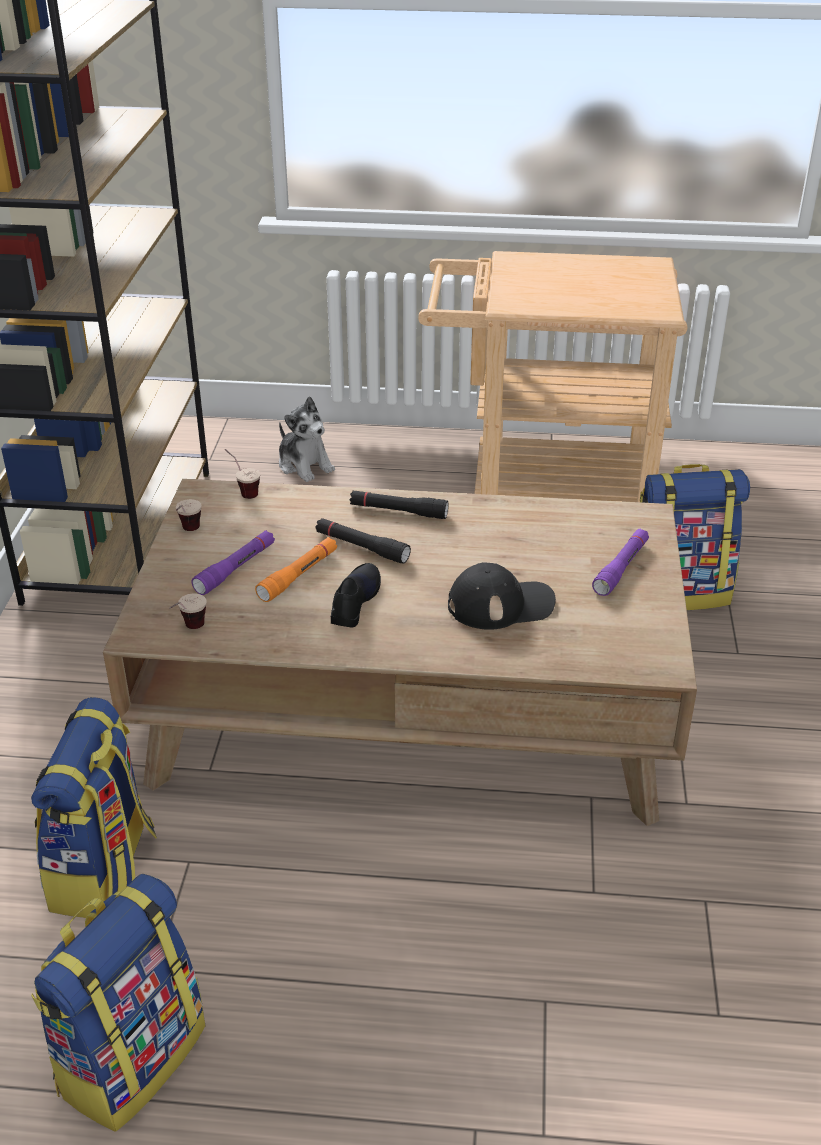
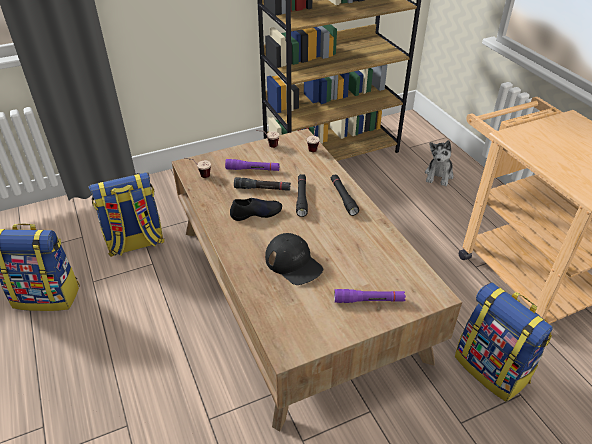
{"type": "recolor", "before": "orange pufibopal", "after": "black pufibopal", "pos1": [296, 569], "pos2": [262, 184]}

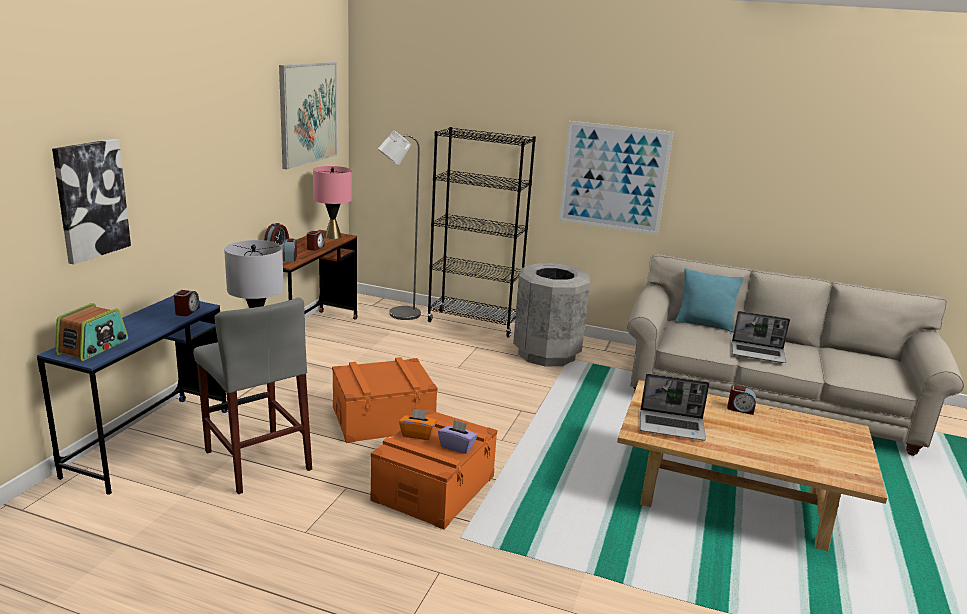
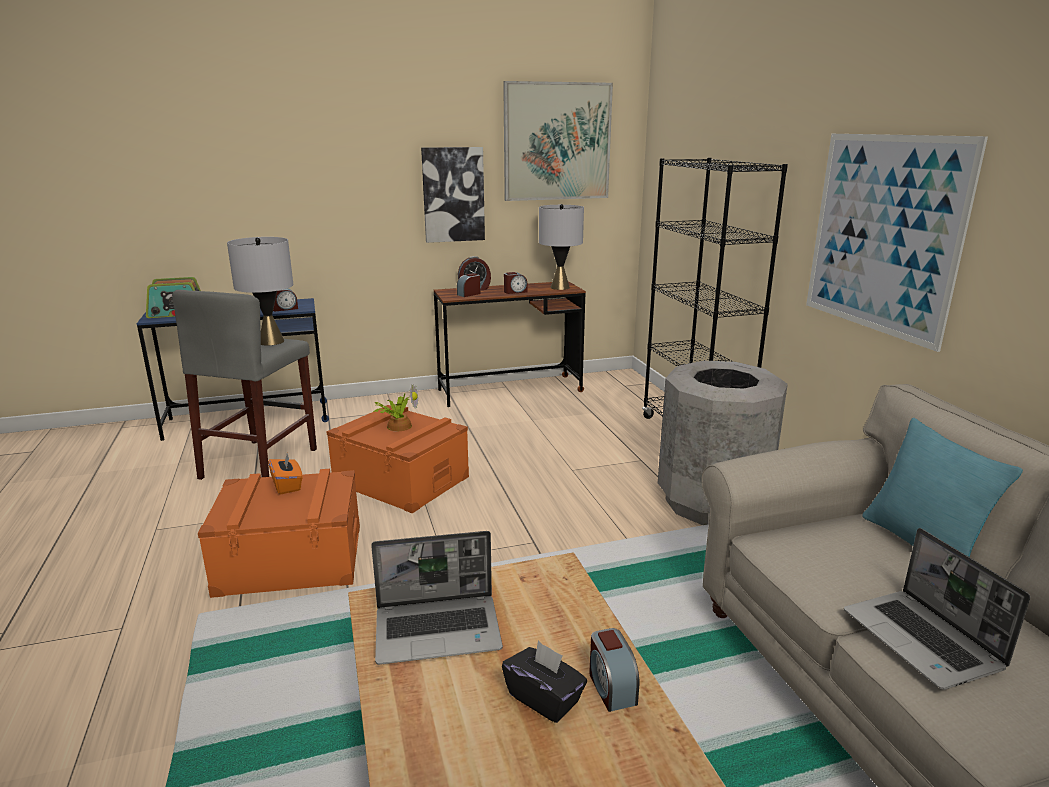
{"type": "delete", "before": "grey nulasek", "pos1": [399, 225]}
{"type": "move", "before": "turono", "pos1": [91, 201], "pos2": [453, 195]}
{"type": "recolor", "before": "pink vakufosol", "after": "grey vakufosol", "pos1": [332, 202], "pos2": [561, 247]}
{"type": "rotate", "before": "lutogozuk", "pos1": [674, 407], "pos2": [437, 598], "turn": -75}
{"type": "delete", "before": "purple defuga", "pos1": [458, 437]}
{"type": "insert", "after": "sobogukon", "pos2": [396, 407]}
{"type": "insert", "after": "black defuga", "pos2": [544, 681]}

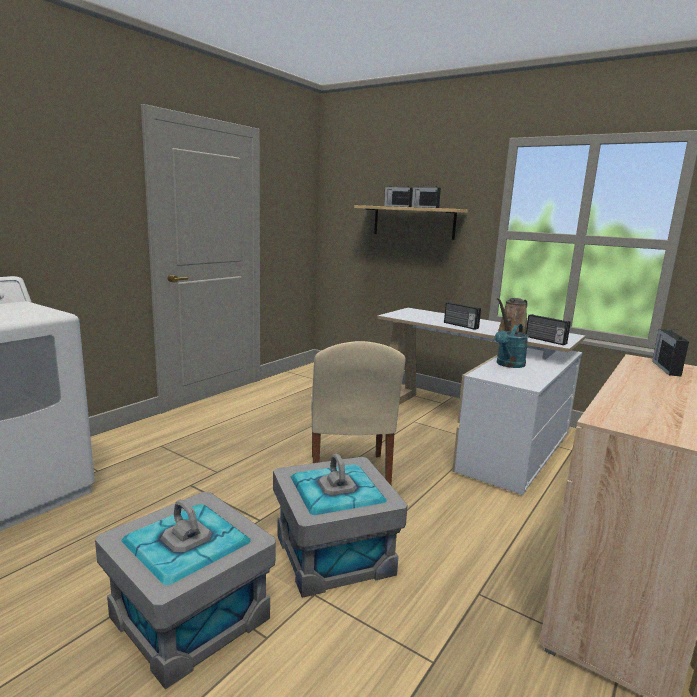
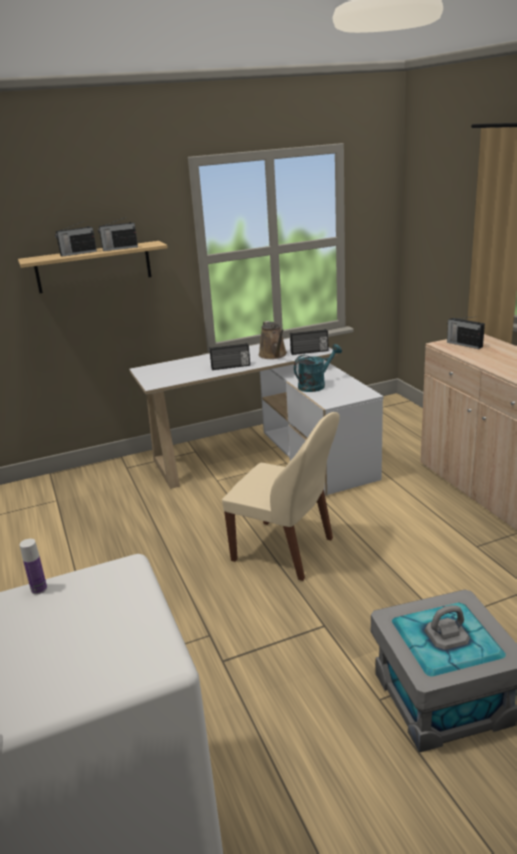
{"type": "rotate", "before": "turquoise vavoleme", "pos1": [512, 346], "pos2": [318, 368], "turn": -105}
{"type": "delete", "before": "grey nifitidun", "pos1": [340, 525]}
{"type": "insert", "after": "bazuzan", "pos2": [33, 567]}

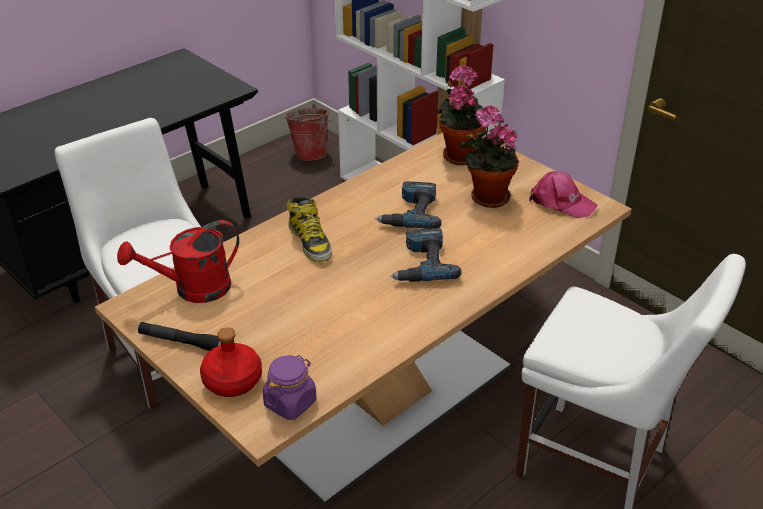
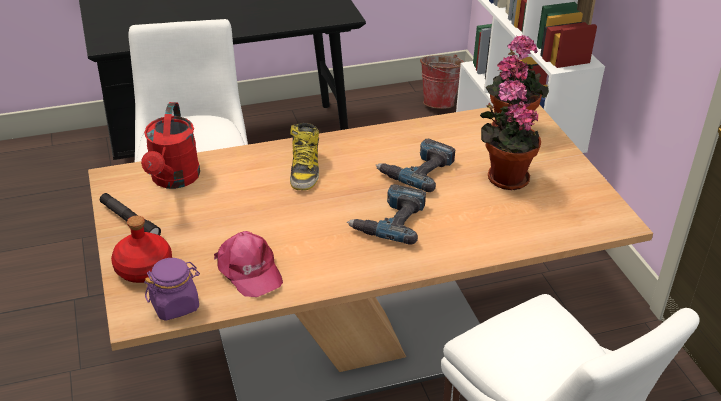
{"type": "move", "before": "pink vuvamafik", "pos1": [563, 195], "pos2": [248, 264]}
{"type": "rotate", "before": "red vavoleme", "pos1": [178, 261], "pos2": [170, 145], "turn": -90}

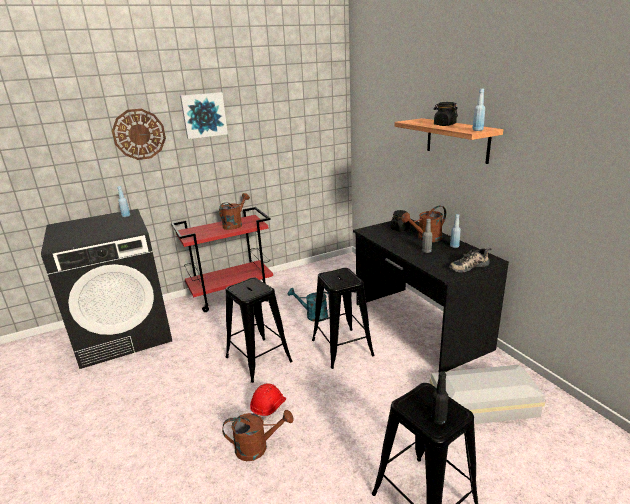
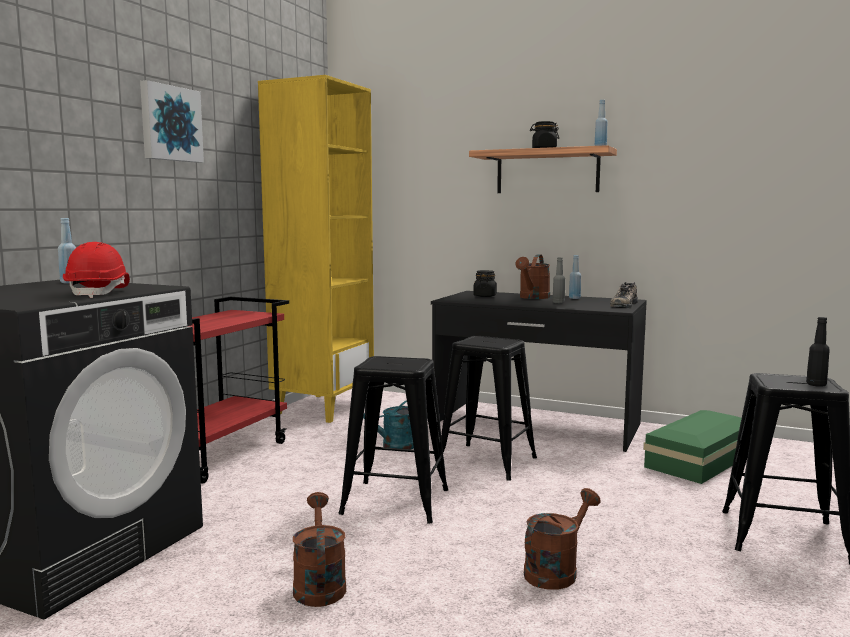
{"type": "delete", "before": "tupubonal", "pos1": [139, 134]}
{"type": "move", "before": "brown vavoleme", "pos1": [234, 211], "pos2": [319, 549]}
{"type": "recolor", "before": "white nifitidun", "after": "green nifitidun", "pos1": [487, 394], "pos2": [692, 447]}
{"type": "move", "before": "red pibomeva", "pos1": [268, 402], "pos2": [96, 270]}
{"type": "insert", "after": "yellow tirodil", "pos2": [316, 249]}

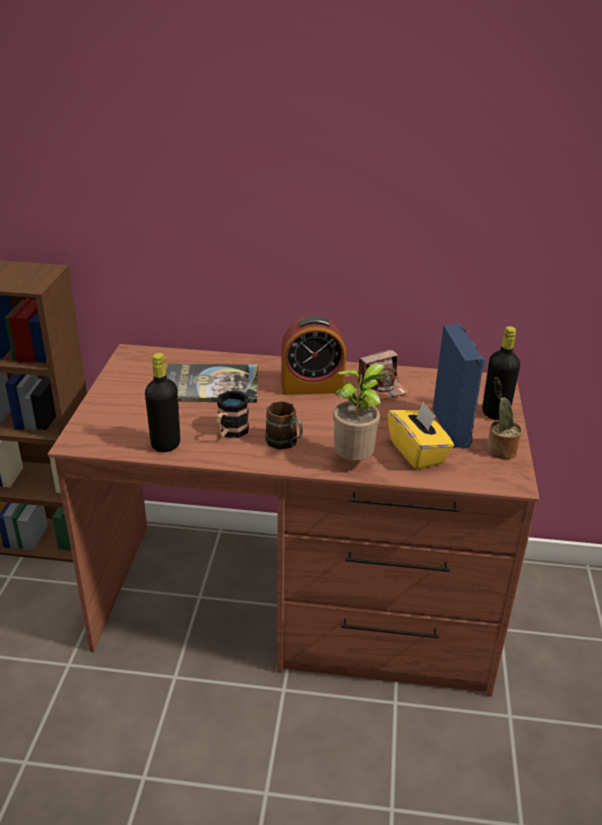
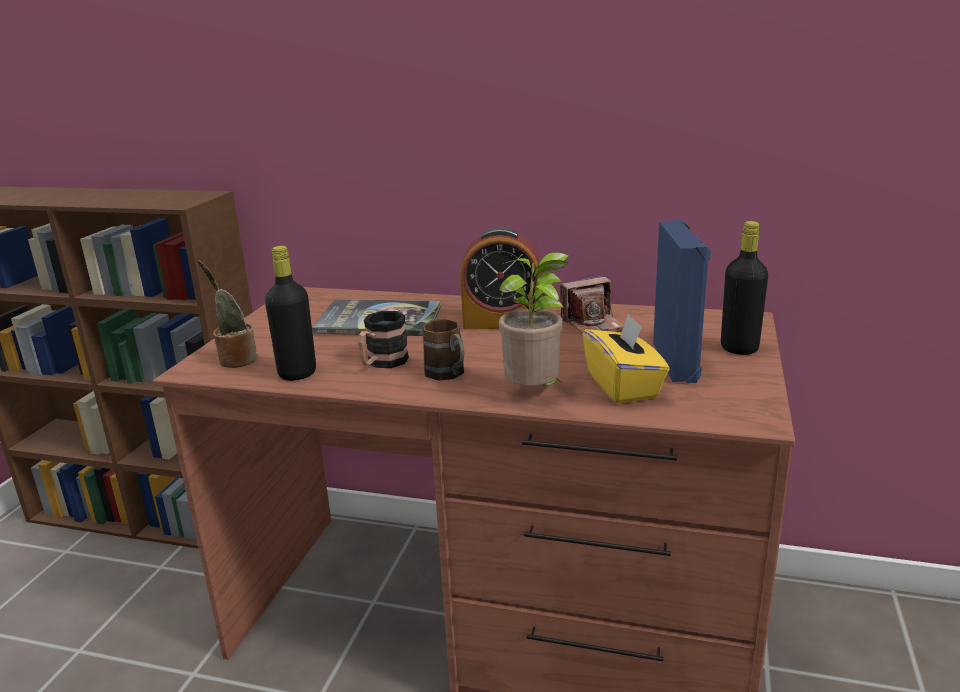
{"type": "move", "before": "sobogukon", "pos1": [504, 418], "pos2": [227, 314]}

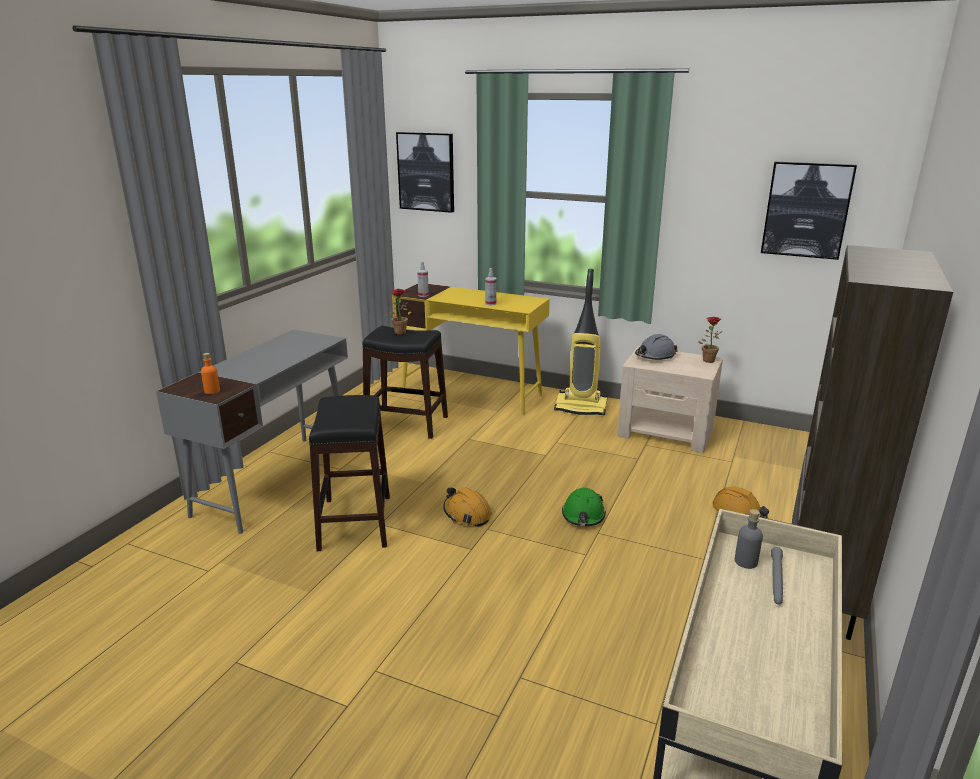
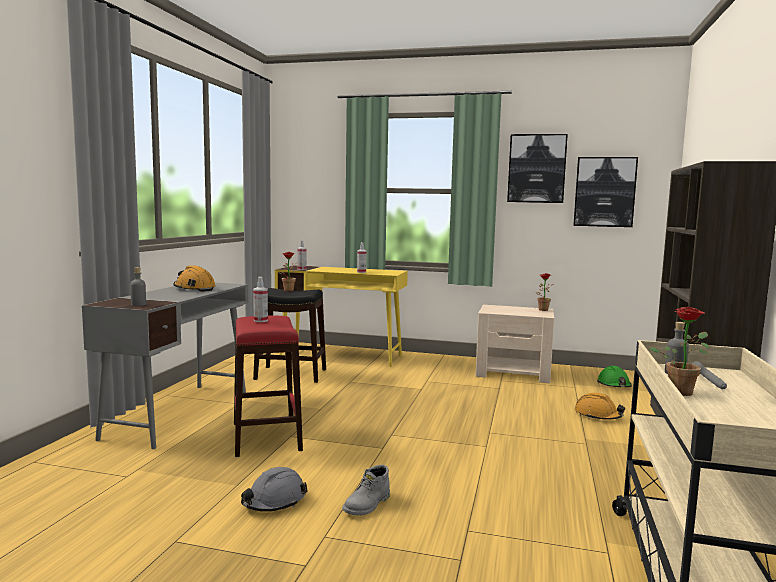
{"type": "move", "before": "turono", "pos1": [425, 172], "pos2": [537, 168]}
{"type": "delete", "before": "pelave", "pos1": [580, 342]}
{"type": "move", "before": "grey pibomeva", "pos1": [656, 347], "pos2": [274, 489]}
{"type": "recolor", "before": "orange bazuzan", "after": "grey bazuzan", "pos1": [210, 373], "pos2": [138, 286]}
{"type": "recolor", "before": "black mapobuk", "after": "red mapobuk", "pos1": [349, 473], "pos2": [268, 386]}
{"type": "move", "before": "orange pibomeva", "pos1": [467, 507], "pos2": [194, 278]}
{"type": "move", "before": "green pibomeva", "pos1": [584, 507], "pos2": [614, 376]}
{"type": "insert", "after": "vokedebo", "pos2": [260, 299]}
{"type": "insert", "after": "sobogukon", "pos2": [679, 351]}
{"type": "insert", "after": "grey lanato", "pos2": [366, 490]}

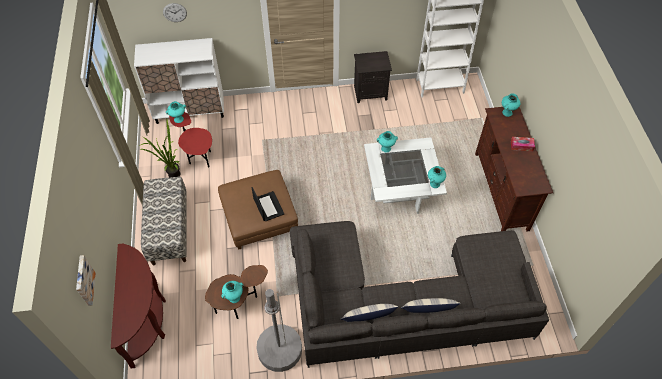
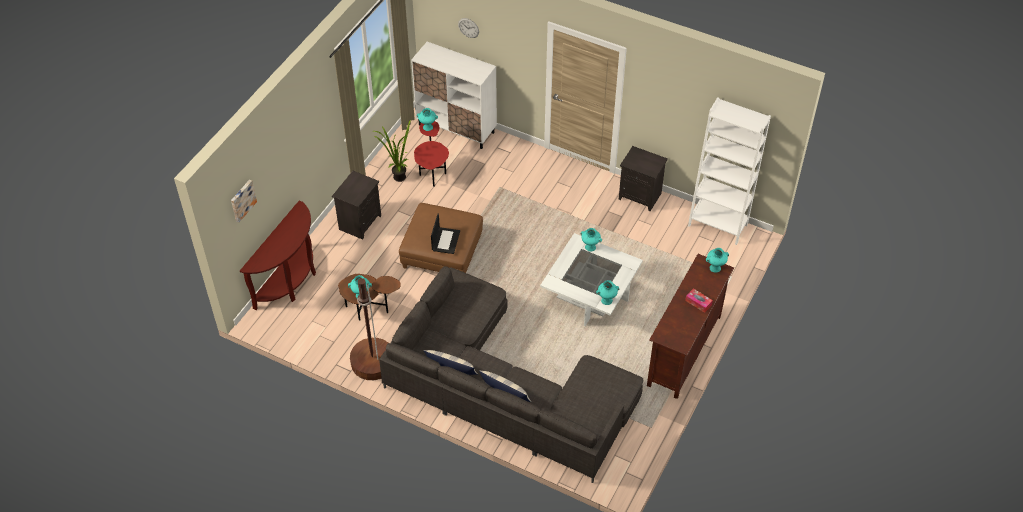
{"type": "replace", "before": "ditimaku", "after": "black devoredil", "pos1": [164, 221], "pos2": [356, 205]}
{"type": "recolor", "before": "grey nulasek", "after": "brown nulasek", "pos1": [279, 330], "pos2": [369, 329]}

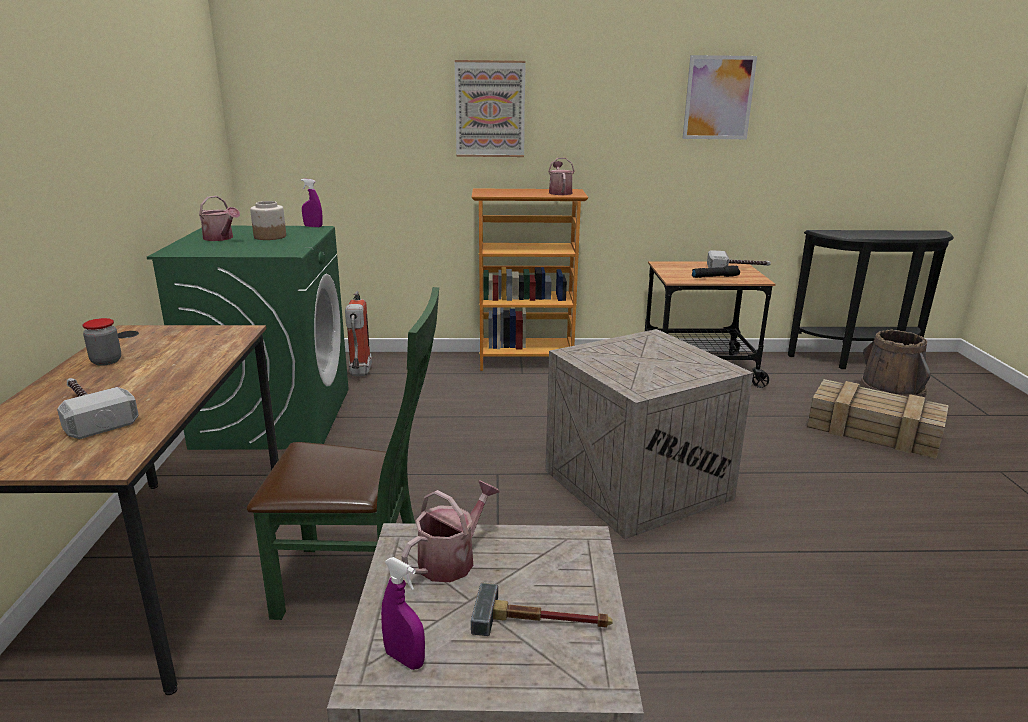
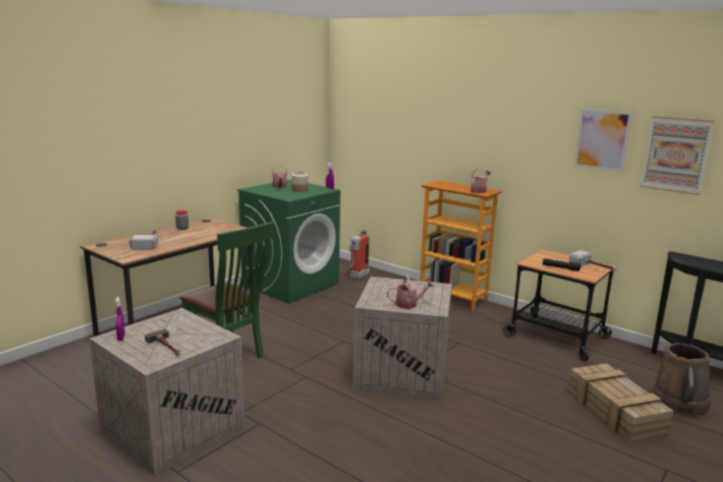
{"type": "move", "before": "turono", "pos1": [490, 108], "pos2": [677, 155]}
{"type": "move", "before": "vavoleme", "pos1": [450, 531], "pos2": [410, 292]}

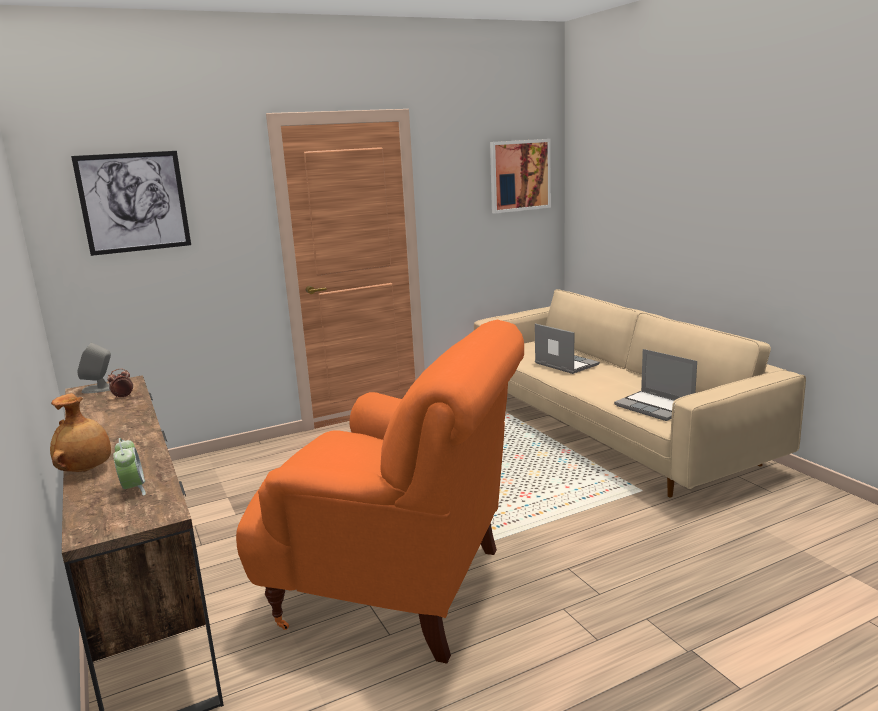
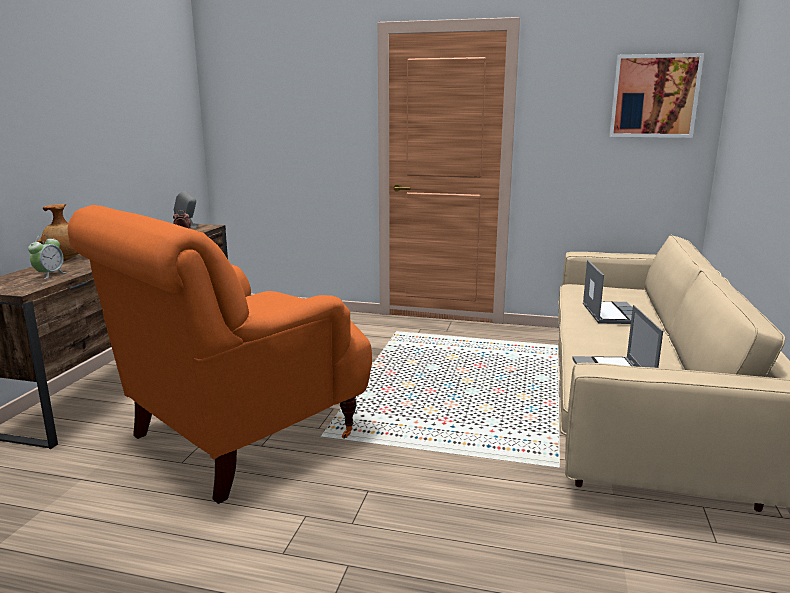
{"type": "delete", "before": "turono", "pos1": [131, 203]}
{"type": "rotate", "before": "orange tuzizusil", "pos1": [380, 492], "pos2": [220, 354], "turn": 75}

